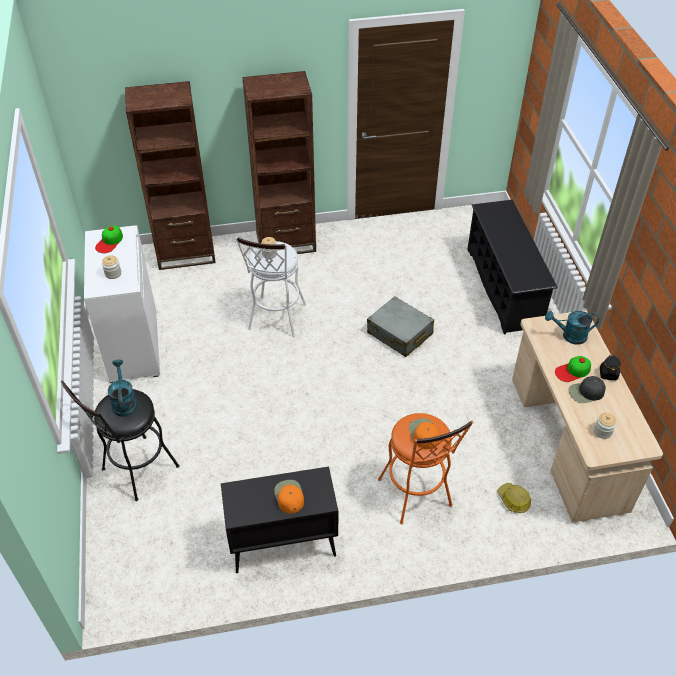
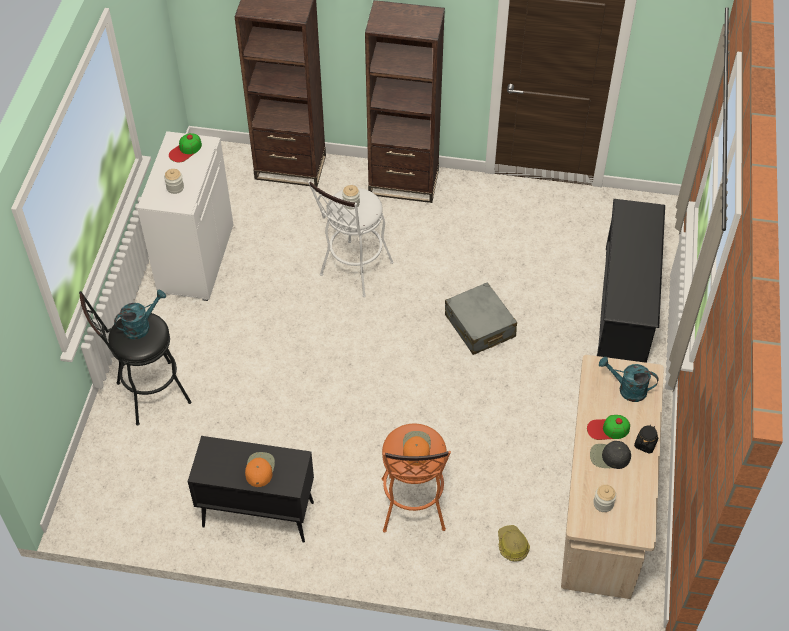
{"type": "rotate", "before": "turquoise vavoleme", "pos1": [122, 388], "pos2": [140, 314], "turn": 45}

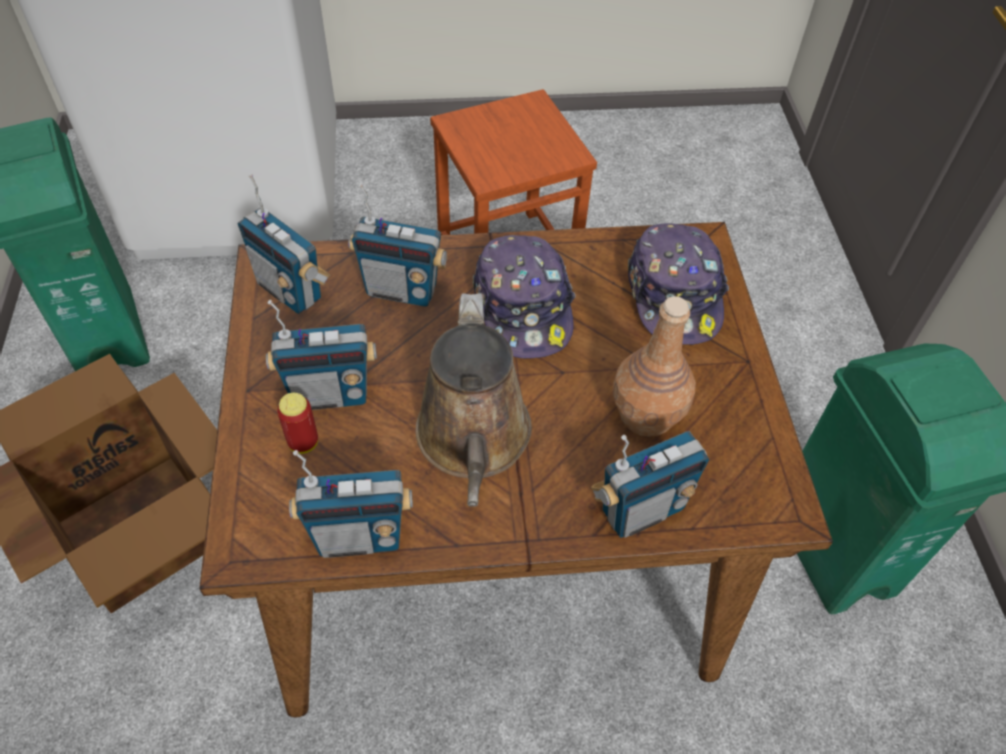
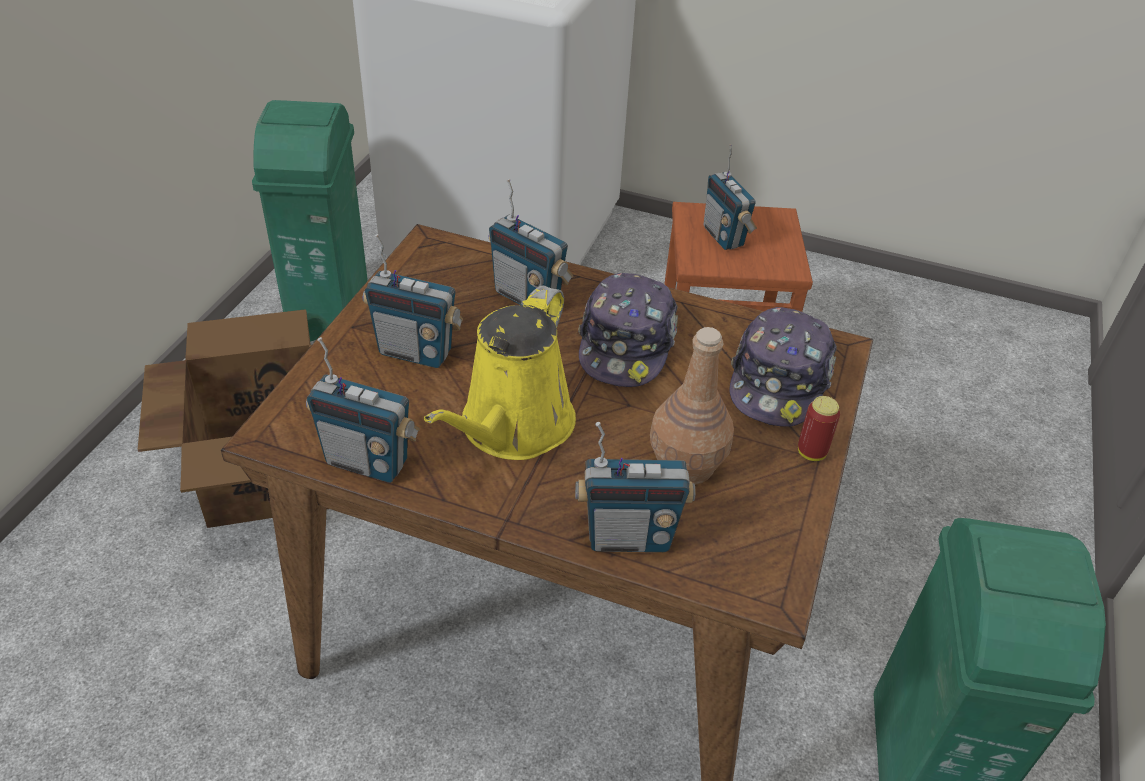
{"type": "move", "before": "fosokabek", "pos1": [284, 244], "pos2": [730, 197]}
{"type": "recolor", "before": "brown vavoleme", "after": "yellow vavoleme", "pos1": [473, 400], "pos2": [500, 372]}
{"type": "move", "before": "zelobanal", "pos1": [297, 423], "pos2": [819, 428]}

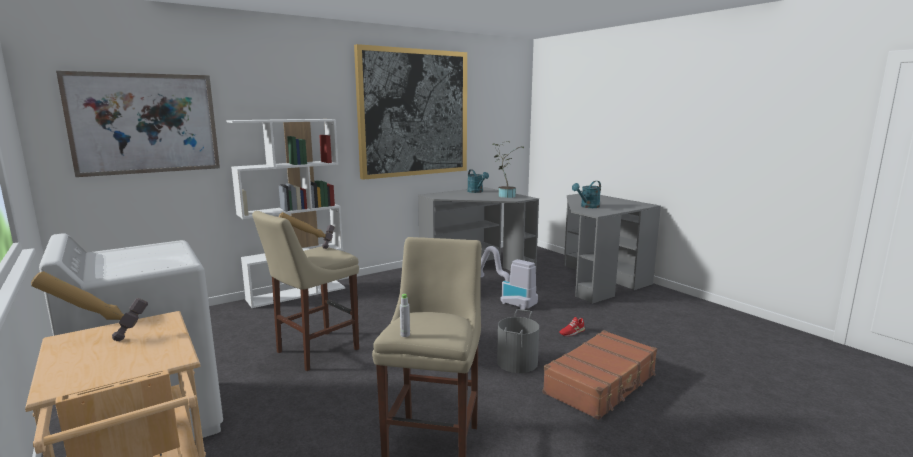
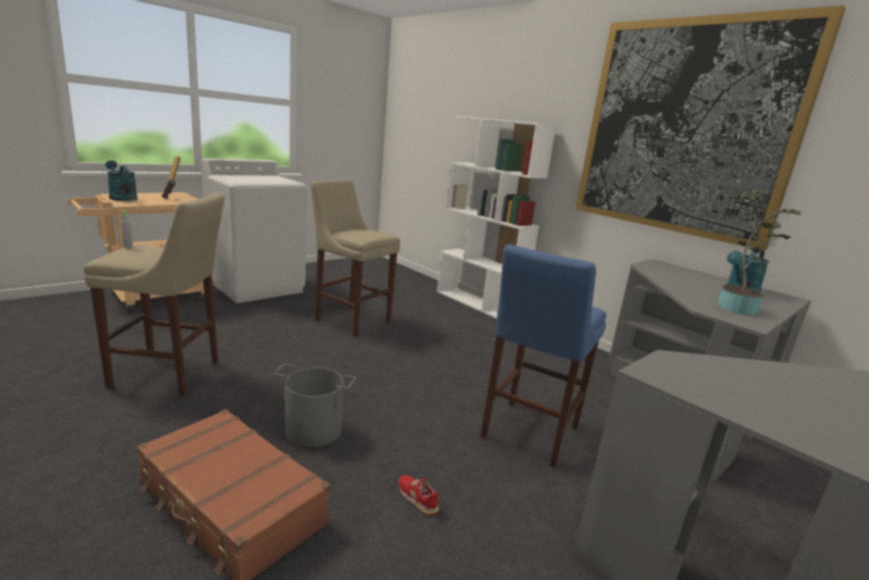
{"type": "delete", "before": "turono", "pos1": [138, 124]}
{"type": "move", "before": "turquoise vavoleme", "pos1": [586, 194], "pos2": [121, 180]}
{"type": "delete", "before": "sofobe", "pos1": [307, 230]}
{"type": "replace", "before": "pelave", "after": "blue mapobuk", "pos1": [509, 278], "pos2": [543, 356]}

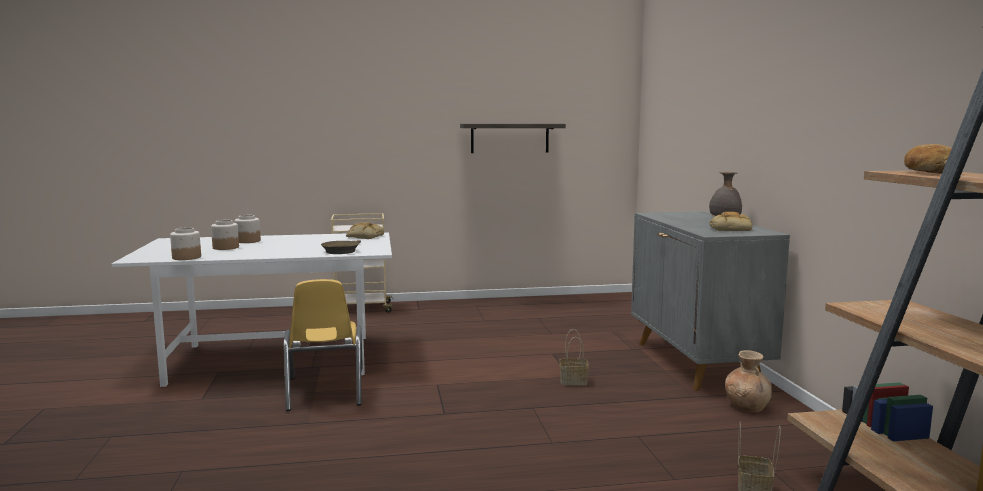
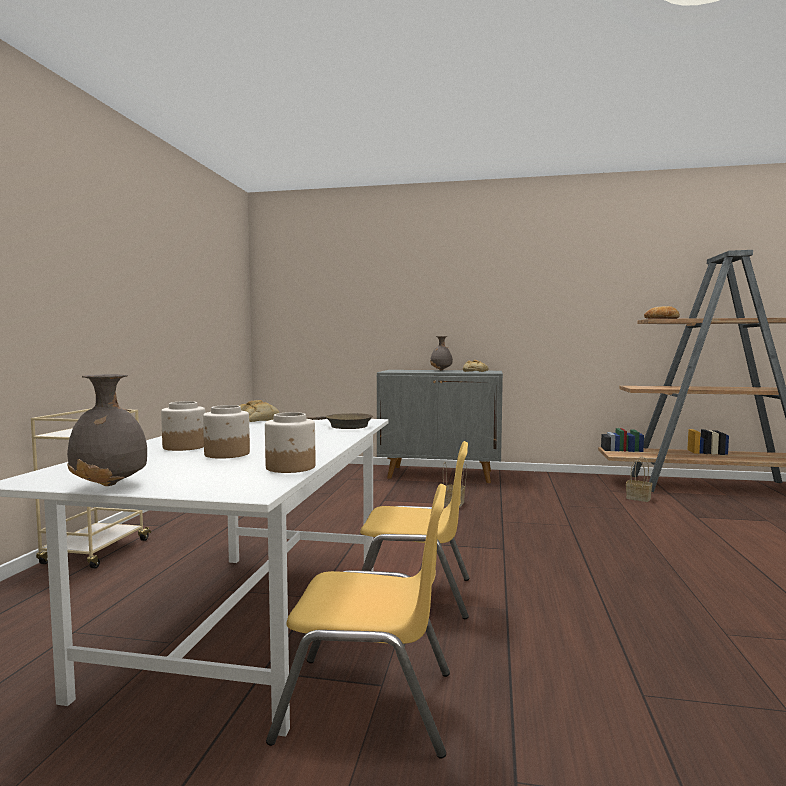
{"type": "delete", "before": "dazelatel", "pos1": [513, 138]}
{"type": "delete", "before": "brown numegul", "pos1": [748, 381]}
{"type": "insert", "after": "grey numegul", "pos2": [107, 430]}
{"type": "insert", "after": "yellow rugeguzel", "pos2": [358, 621]}

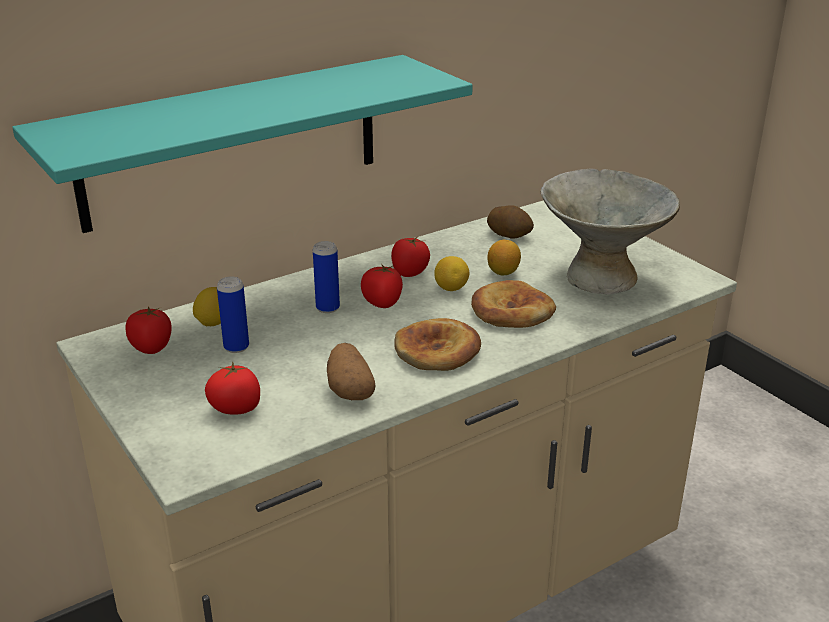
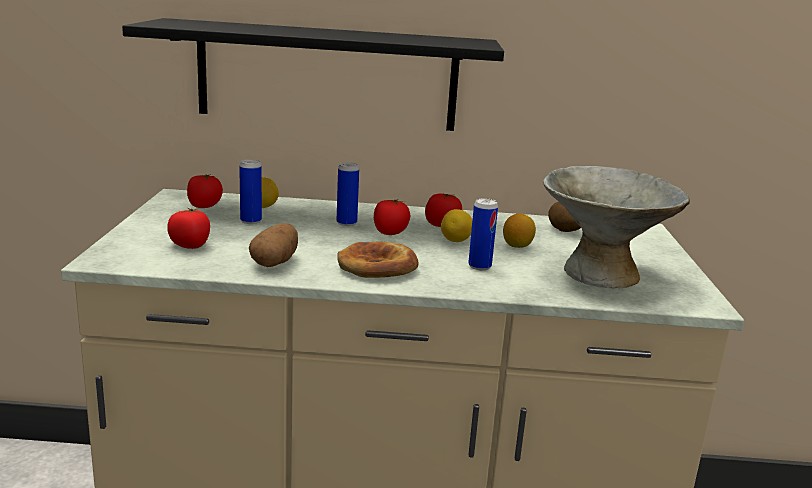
{"type": "recolor", "before": "turquoise dazelatel", "after": "black dazelatel", "pos1": [242, 144], "pos2": [313, 74]}
{"type": "replace", "before": "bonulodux", "after": "zelobanal", "pos1": [513, 304], "pos2": [483, 234]}

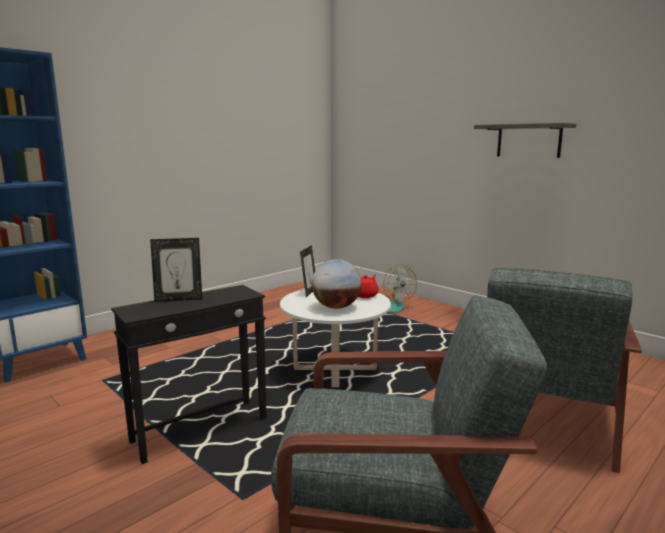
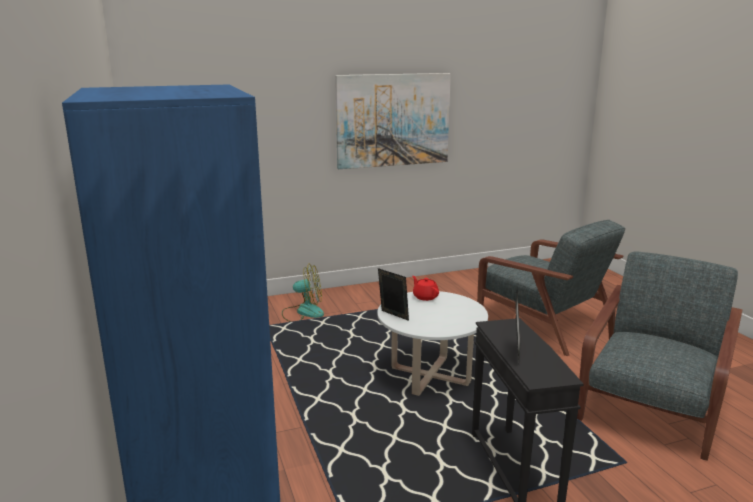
{"type": "replace", "before": "dazelatel", "after": "turono", "pos1": [525, 140], "pos2": [393, 121]}
{"type": "delete", "before": "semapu", "pos1": [336, 284]}

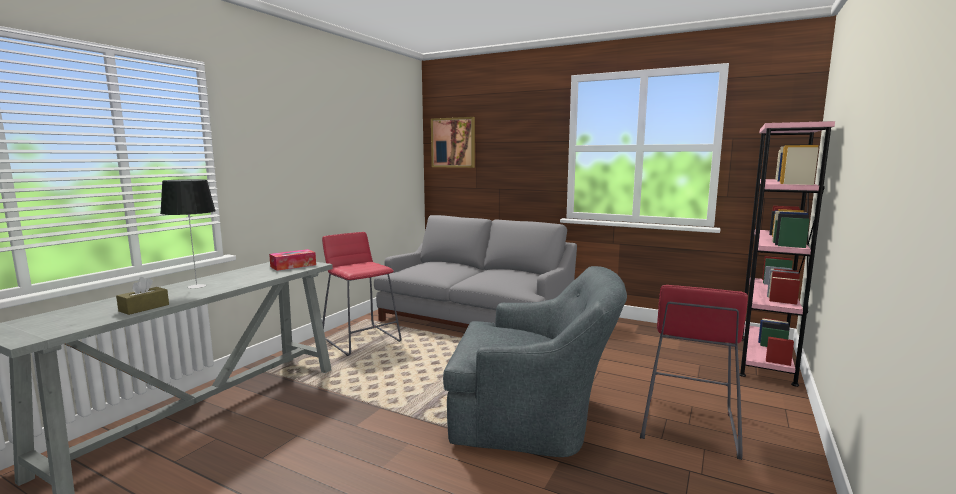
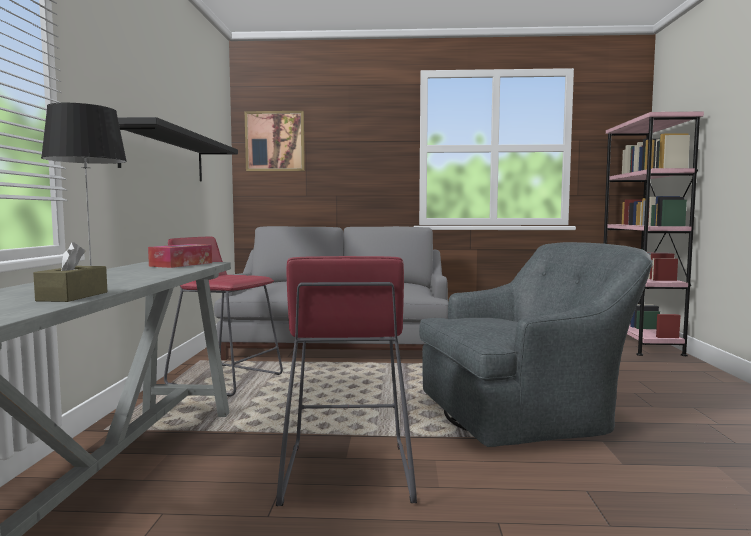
{"type": "move", "before": "red mapobuk", "pos1": [694, 372], "pos2": [346, 381]}
{"type": "insert", "after": "black dazelatel", "pos2": [178, 149]}

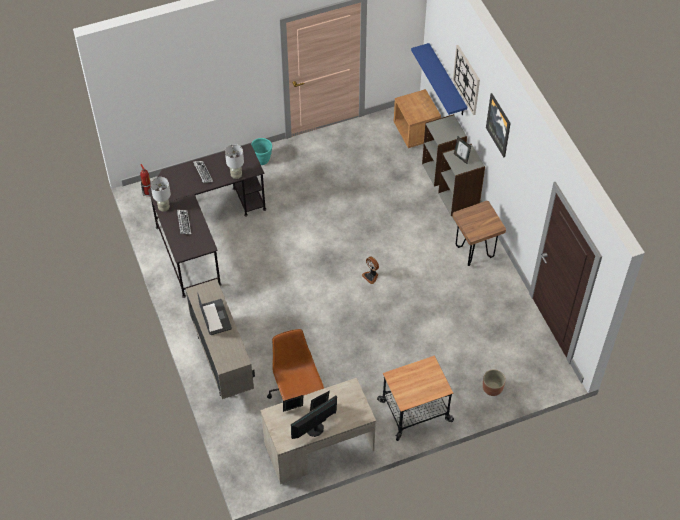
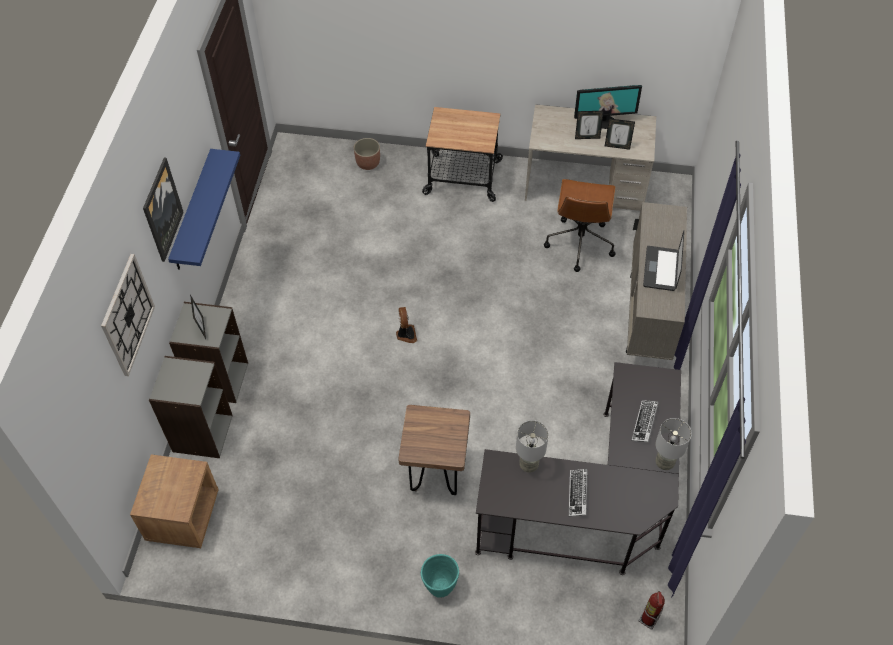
{"type": "move", "before": "blue dazelatel", "pos1": [439, 79], "pos2": [204, 209]}
{"type": "move", "before": "brown mapobuk", "pos1": [479, 233], "pos2": [434, 450]}

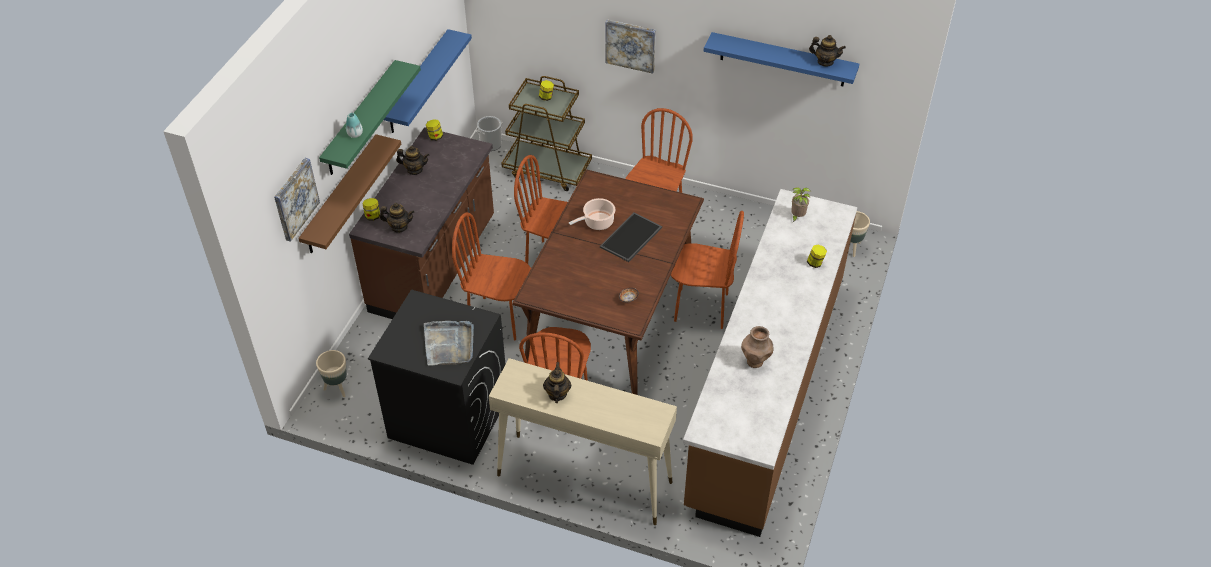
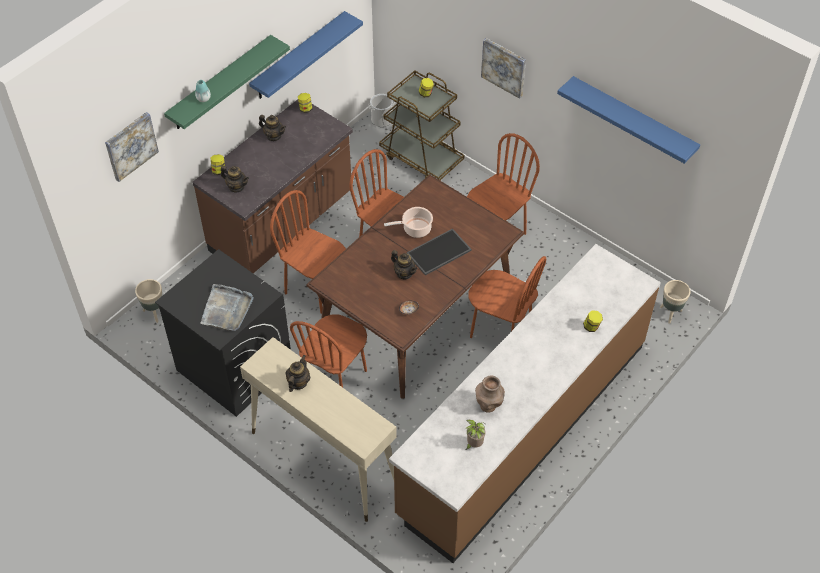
{"type": "move", "before": "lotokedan", "pos1": [827, 51], "pos2": [404, 264]}
{"type": "delete", "before": "brown dazelatel", "pos1": [349, 193]}
{"type": "move", "before": "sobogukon", "pos1": [801, 205], "pos2": [475, 435]}

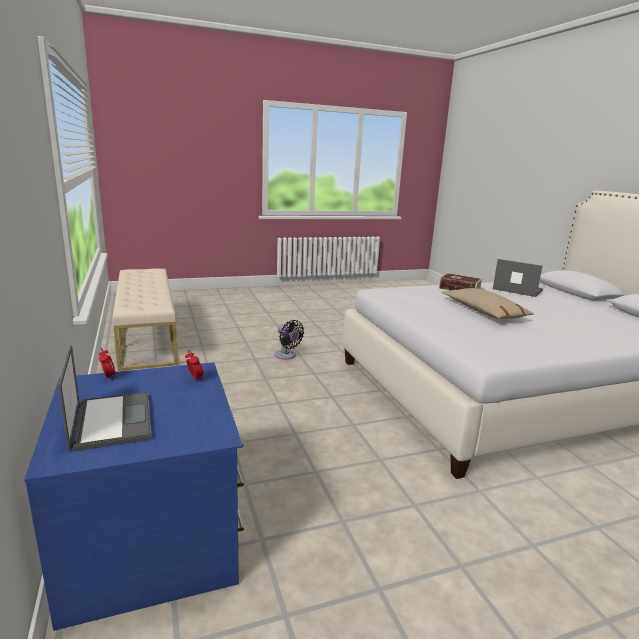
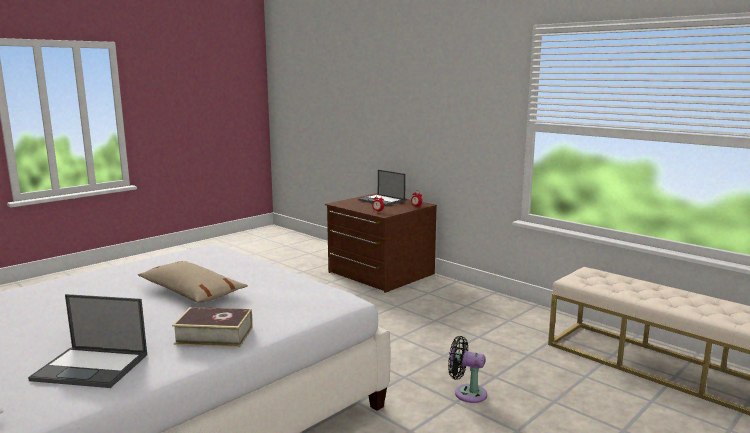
{"type": "recolor", "before": "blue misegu", "after": "brown misegu", "pos1": [134, 496], "pos2": [381, 243]}

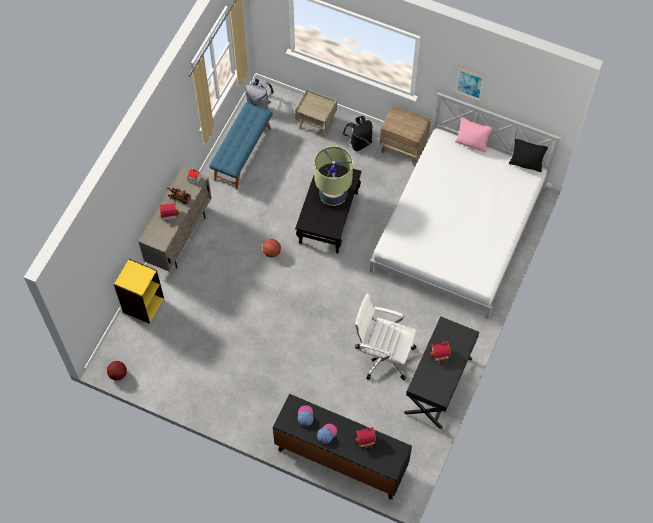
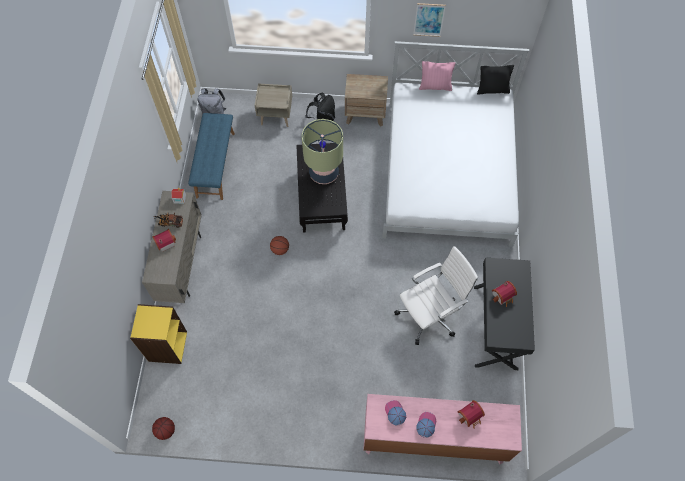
{"type": "rotate", "before": "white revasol", "pos1": [385, 336], "pos2": [436, 295], "turn": 150}
{"type": "recolor", "before": "black misegu", "after": "pink misegu", "pos1": [342, 447], "pos2": [442, 429]}

